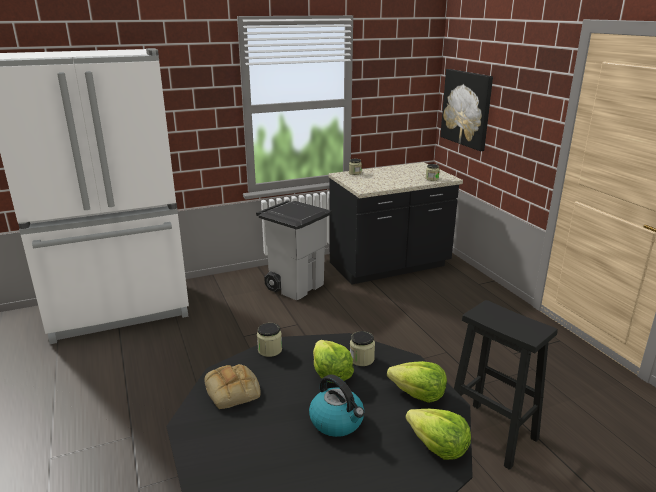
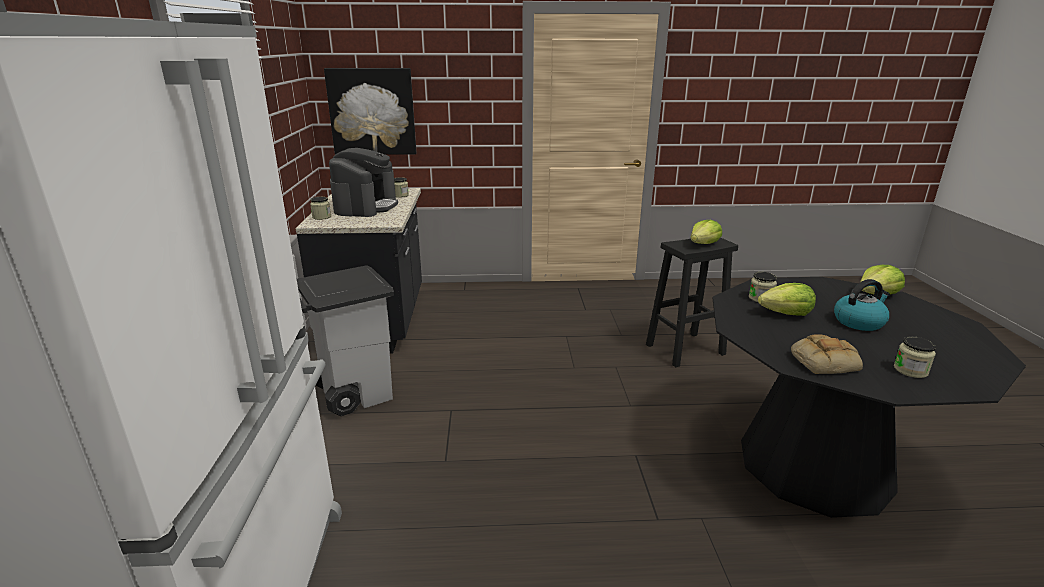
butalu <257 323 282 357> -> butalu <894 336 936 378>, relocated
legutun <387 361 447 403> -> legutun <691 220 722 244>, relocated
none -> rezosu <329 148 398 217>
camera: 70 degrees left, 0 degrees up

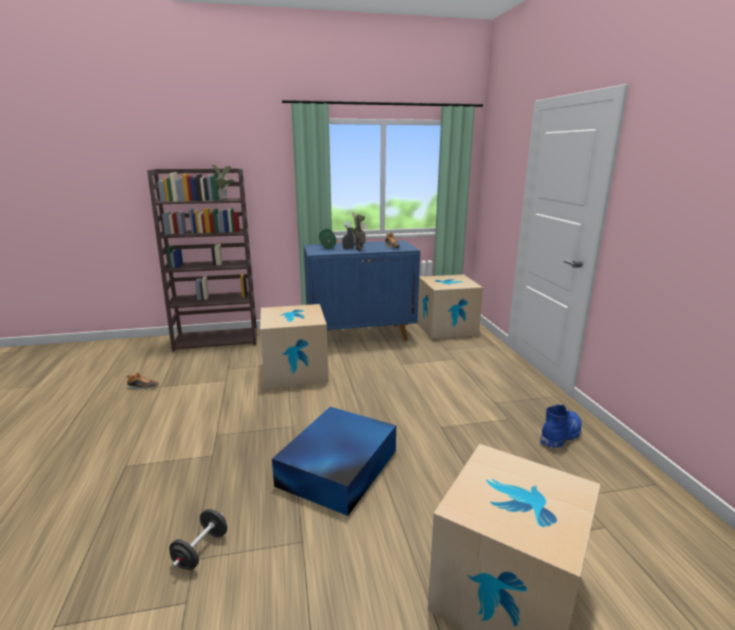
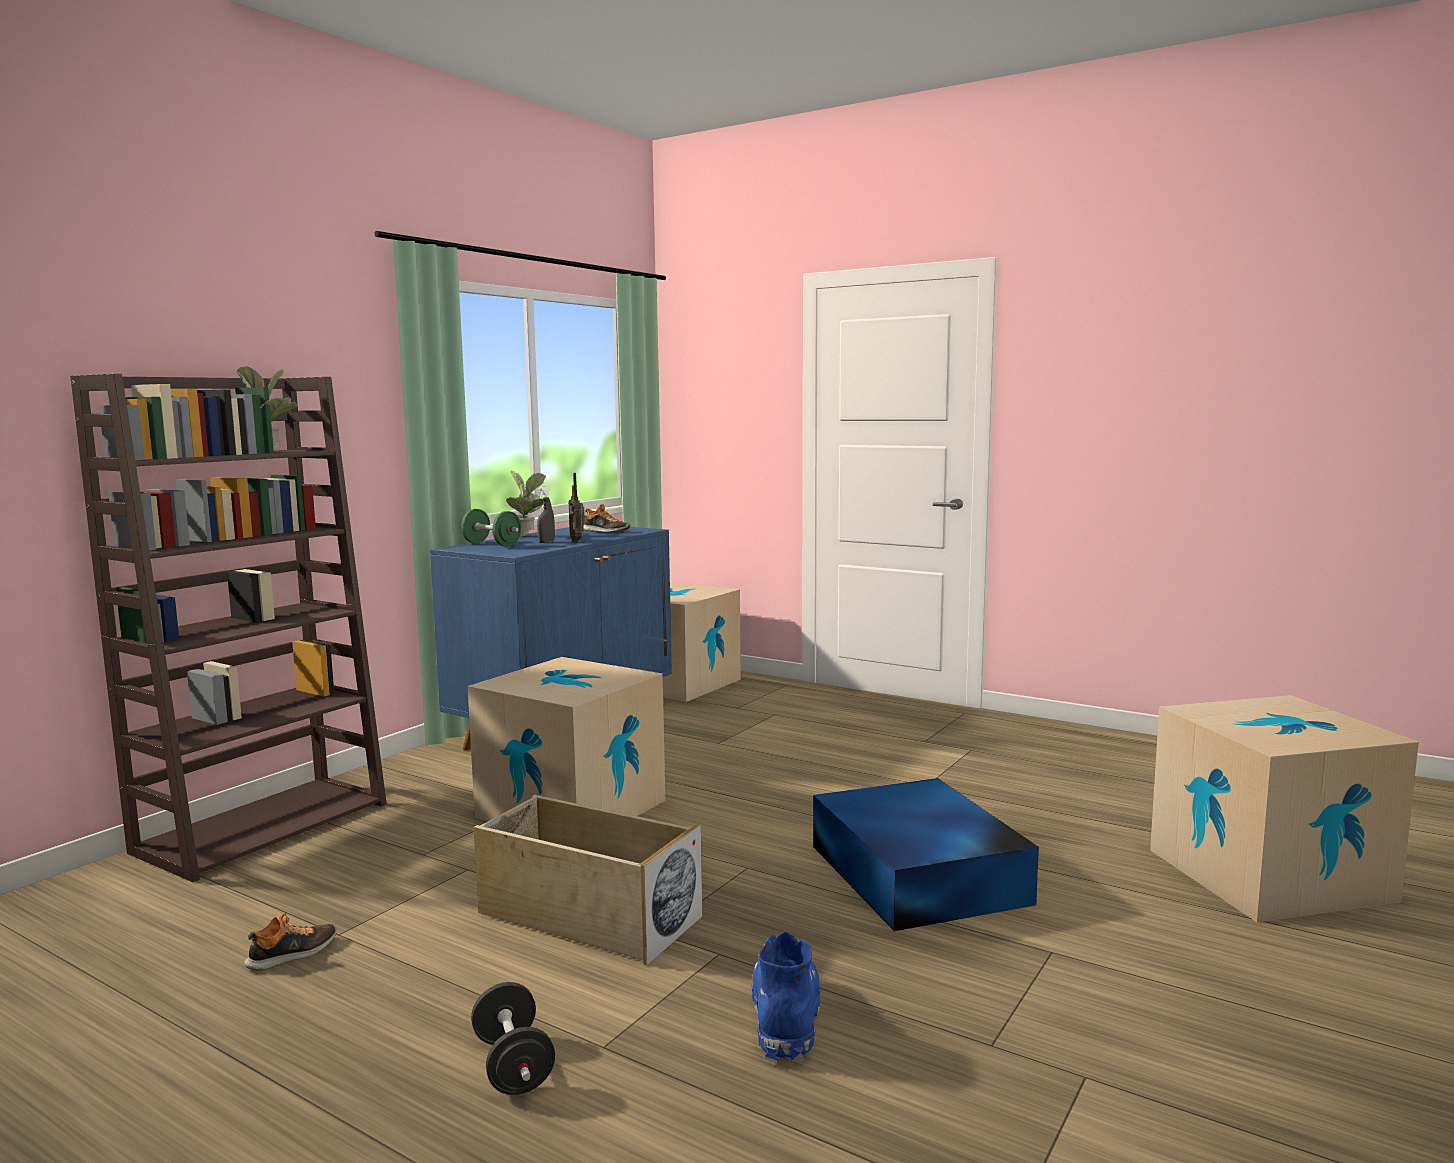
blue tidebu <540 404 582 449> -> blue tidebu <751 932 821 1063>, relocated
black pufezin <169 509 227 570> -> black pufezin <471 982 555 1095>, relocated
none -> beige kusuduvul <474 795 702 966>
camera: 45 degrees left, 10 degrees down

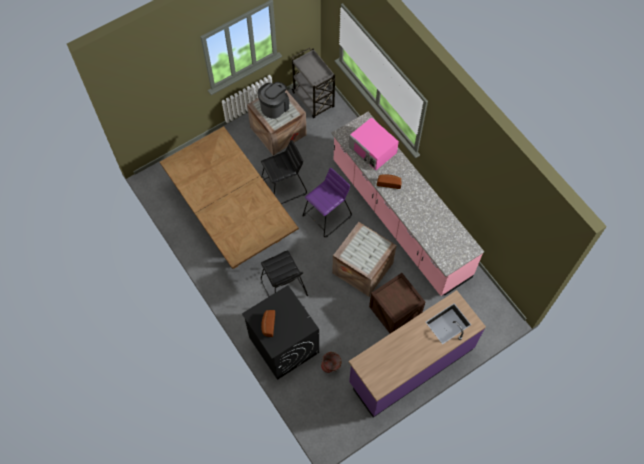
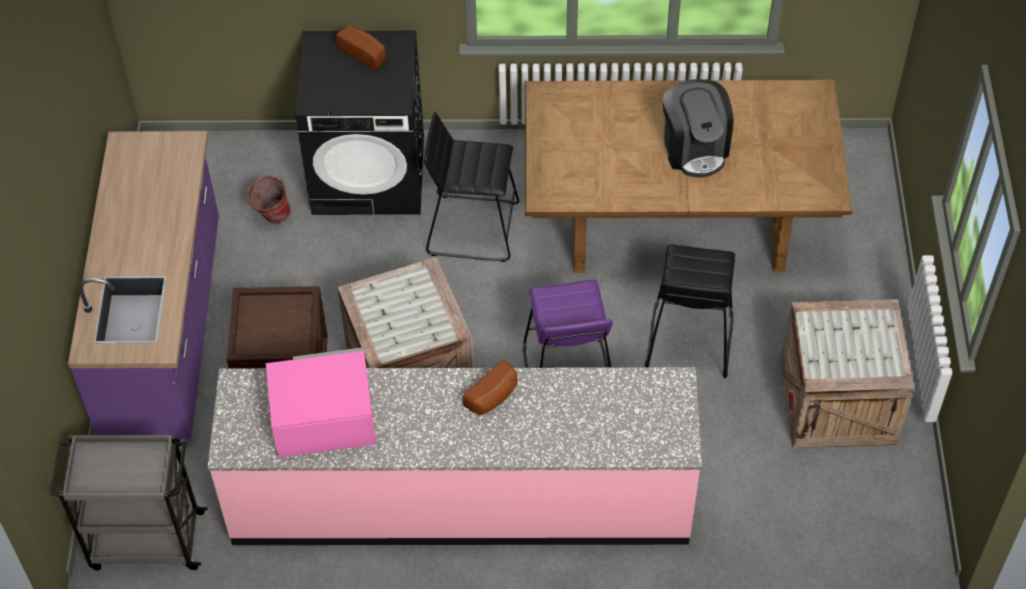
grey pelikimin <291 48 336 118> -> grey pelikimin <50 435 208 570>, relocated
rezosu <258 82 289 119> -> rezosu <663 79 734 177>, relocated
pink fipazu <349 117 399 170> -> pink fipazu <266 347 376 458>, relocated
camera: 125 degrees right, 10 degrees down

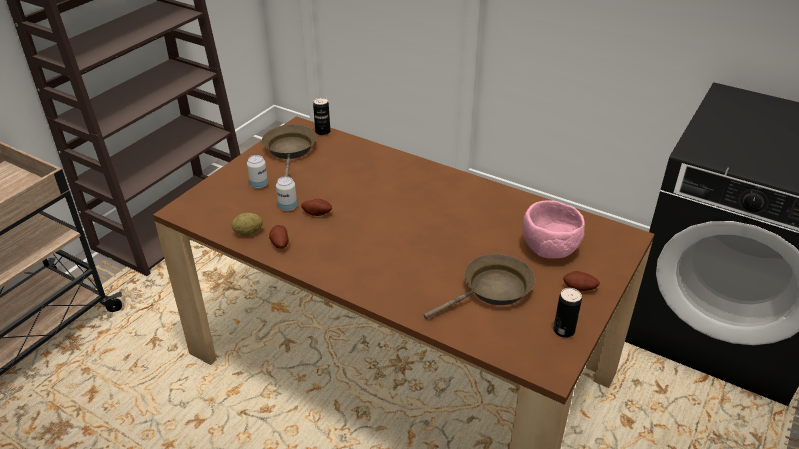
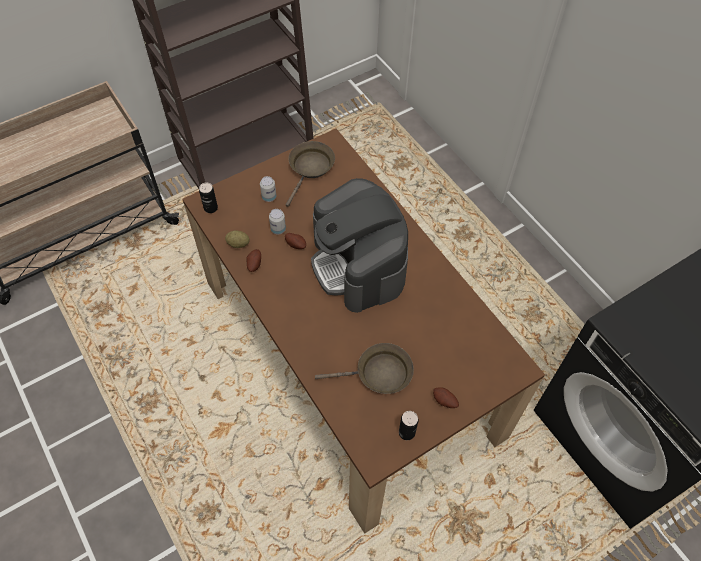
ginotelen <313 98 330 135> -> ginotelen <199 182 218 213>, relocated
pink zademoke <523 200 585 259> -> none
none -> rezosu <311 178 408 313>
camera: 25 degrees right, 20 degrees up

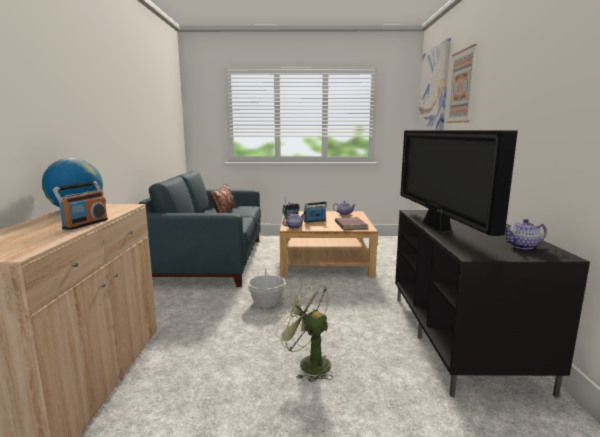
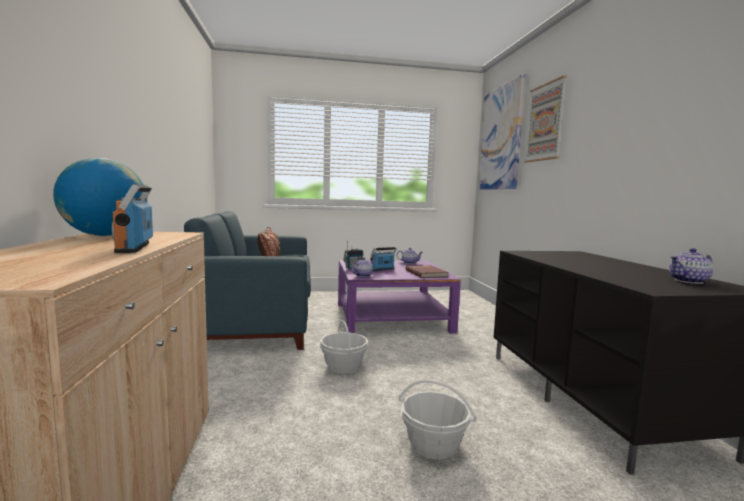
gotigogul <400 130 518 236> -> none
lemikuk <52 181 108 230> -> lemikuk <112 185 153 253>, 150 degrees clockwise
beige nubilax <280 211 378 277> -> purple nubilax <338 260 461 334>
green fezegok <276 282 333 382> -> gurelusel <399 379 477 460>
camera: 10 degrees left, 5 degrees down

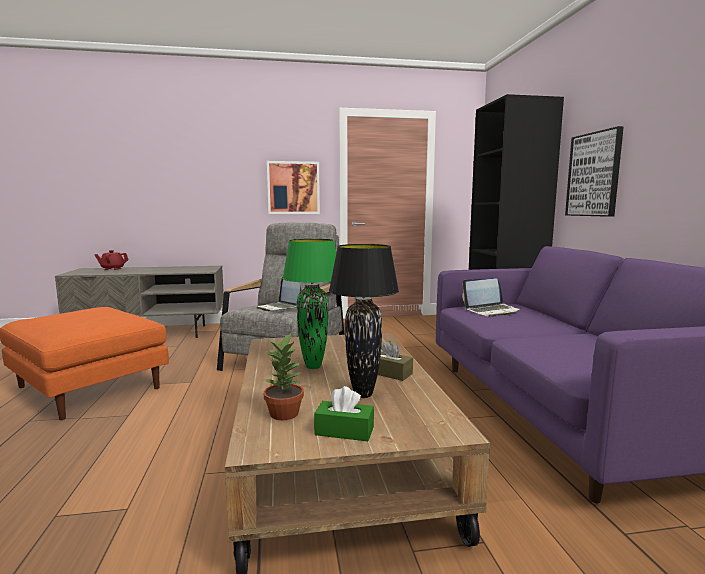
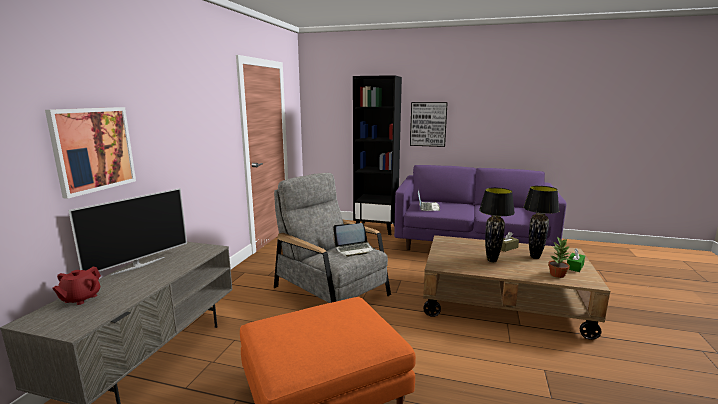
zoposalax <267 161 320 214> -> zoposalax <45 107 136 199>, relocated
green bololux <282 239 336 369> -> black bololux <479 188 515 262>
none -> gotigogul <68 188 187 275>
camera: 65 degrees left, 5 degrees up

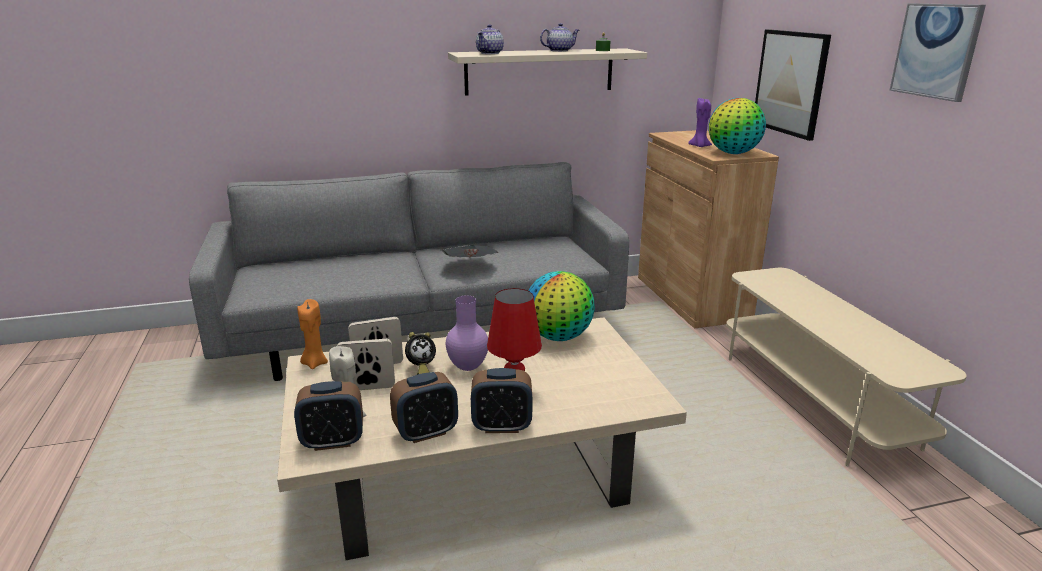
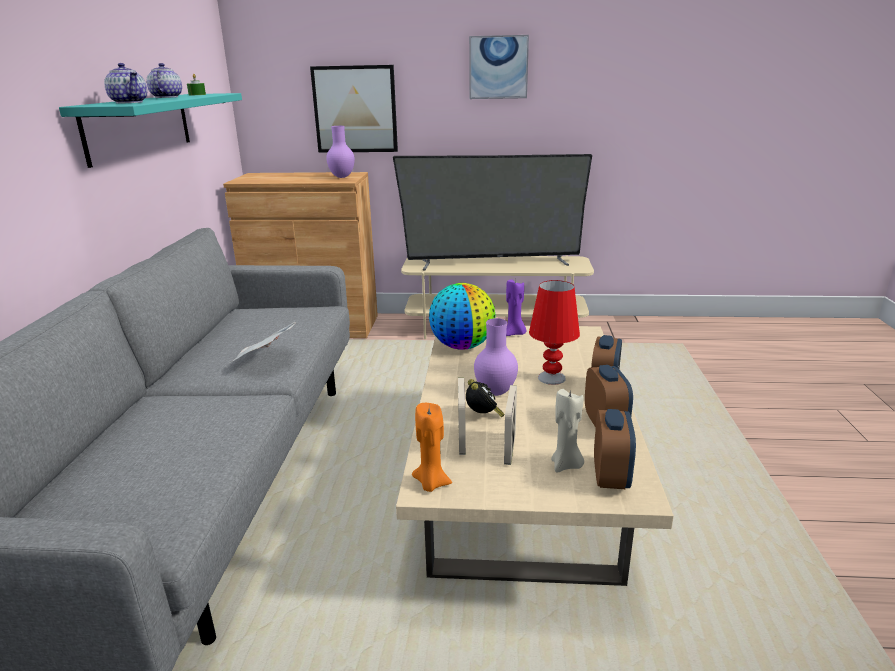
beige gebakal <448 48 647 95> -> turquoise gebakal <59 93 242 168>
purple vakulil <688 98 712 147> -> purple vakulil <506 279 526 336>, relocated
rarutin <709 98 766 154> -> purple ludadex <326 126 355 178>
none -> gotigogul <393 154 592 270>
camera: 70 degrees left, 0 degrees up

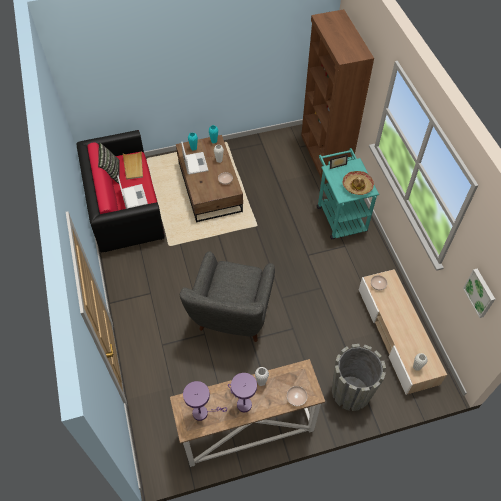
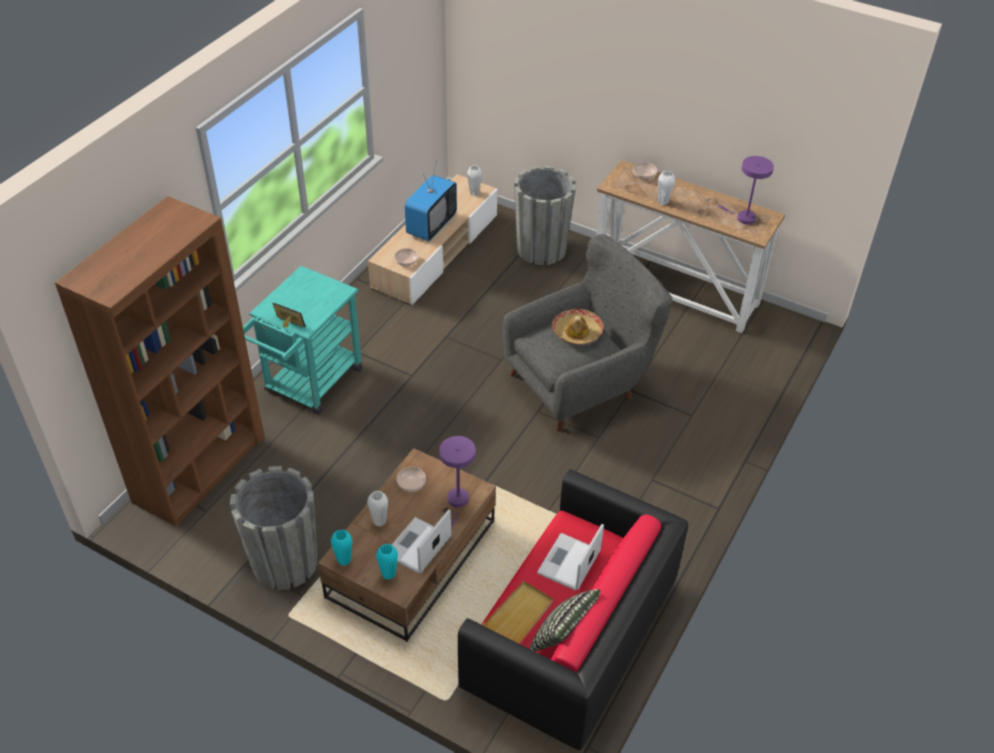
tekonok <342 171 374 195> -> tekonok <552 309 604 345>, relocated
zoposalax <463 269 495 318> -> none
purple bololux <228 373 257 412> -> purple bololux <439 436 476 529>, relocated
none -> gotigogul <405 164 457 241>
none -> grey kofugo <230 466 317 590>
camera: 135 degrees left, 10 degrees down

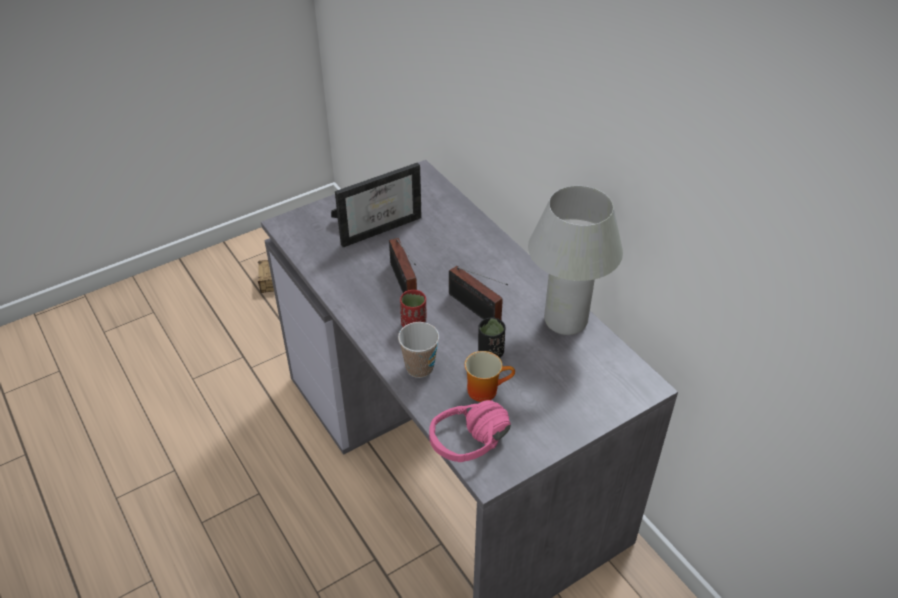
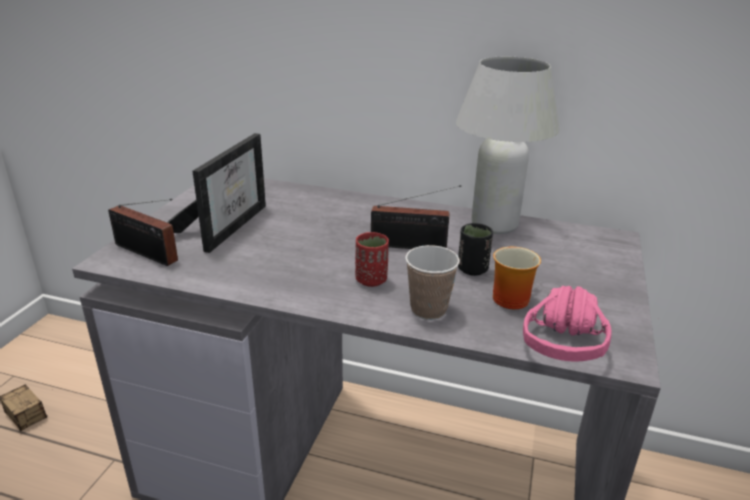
lemikuk <389 238 417 293> -> lemikuk <108 199 178 266>, relocated
camera: 40 degrees left, 15 degrees down

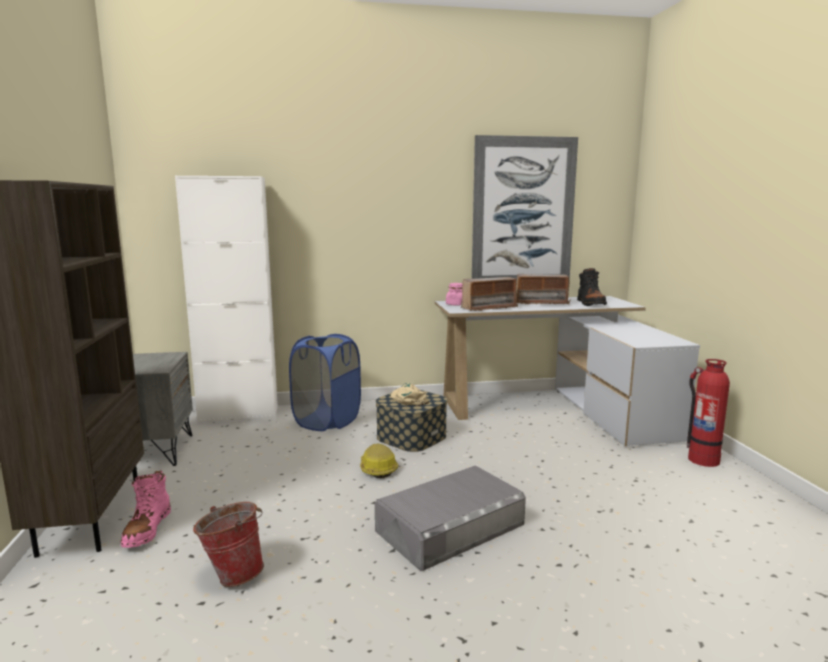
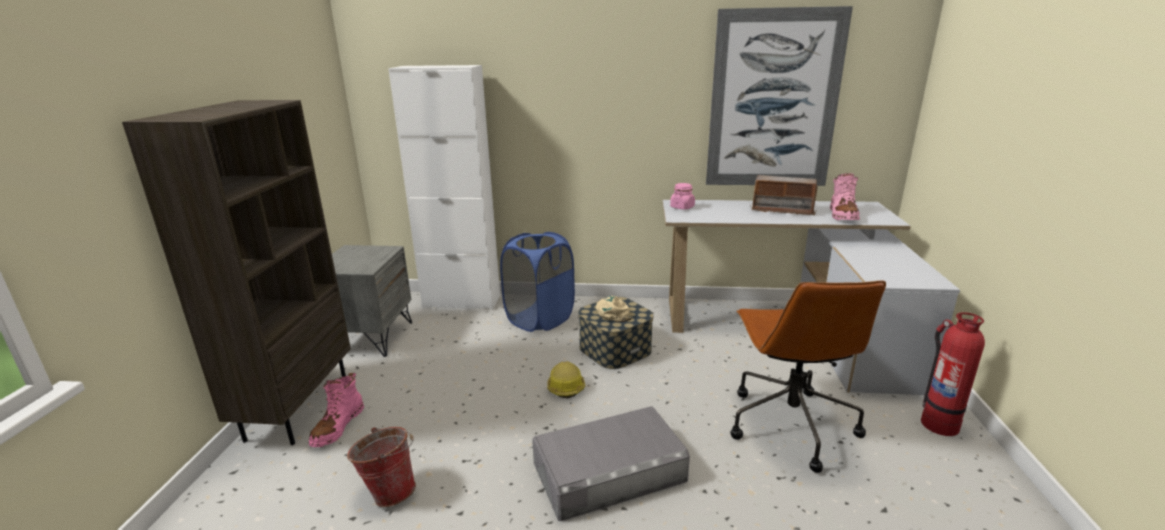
black tidebu <577 268 607 306> -> pink tidebu <830 173 860 220>
lemikuk <461 277 518 311> -> none
none -> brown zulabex <730 280 886 473>
camera: 15 degrees right, 10 degrees up

